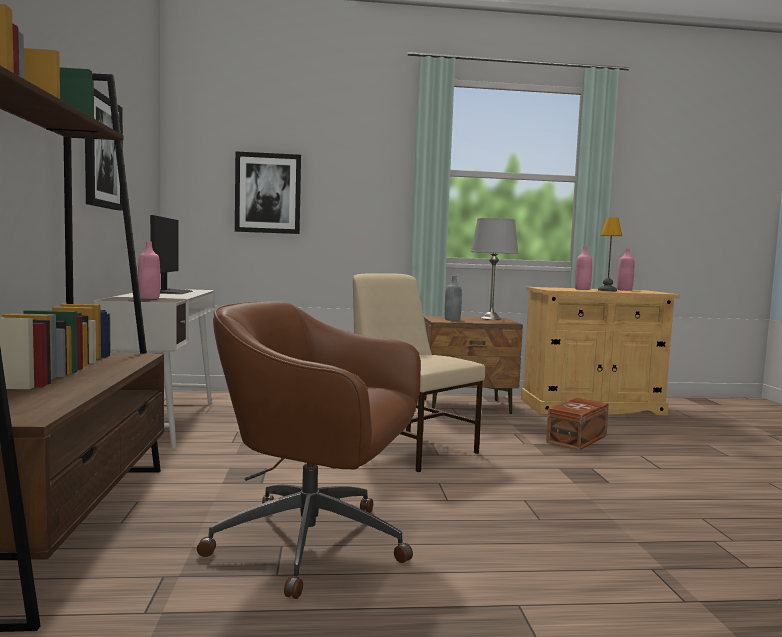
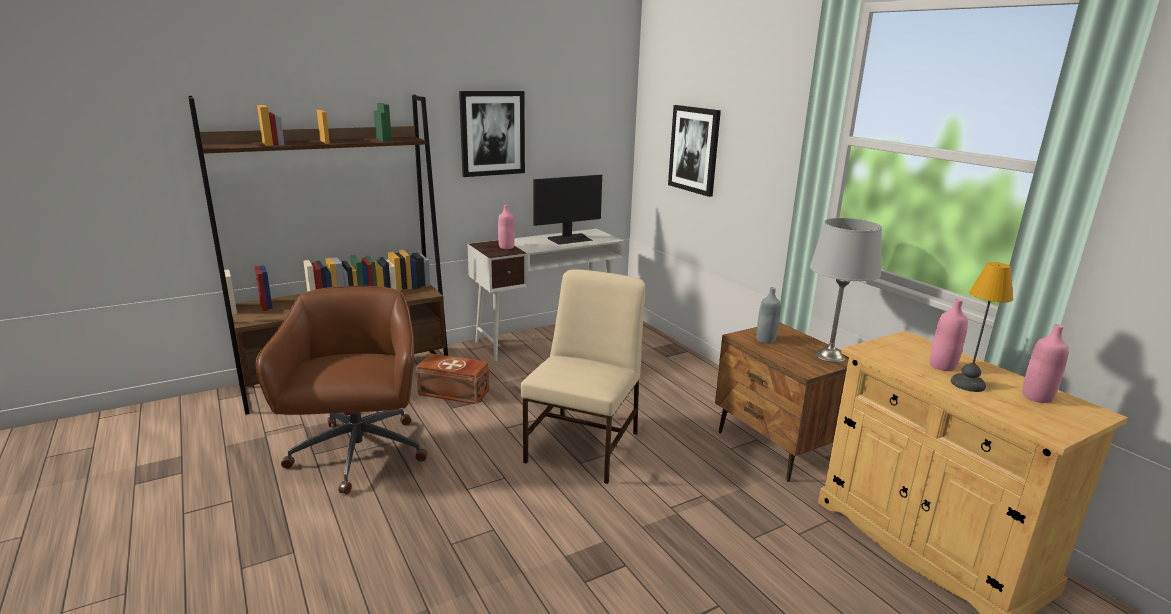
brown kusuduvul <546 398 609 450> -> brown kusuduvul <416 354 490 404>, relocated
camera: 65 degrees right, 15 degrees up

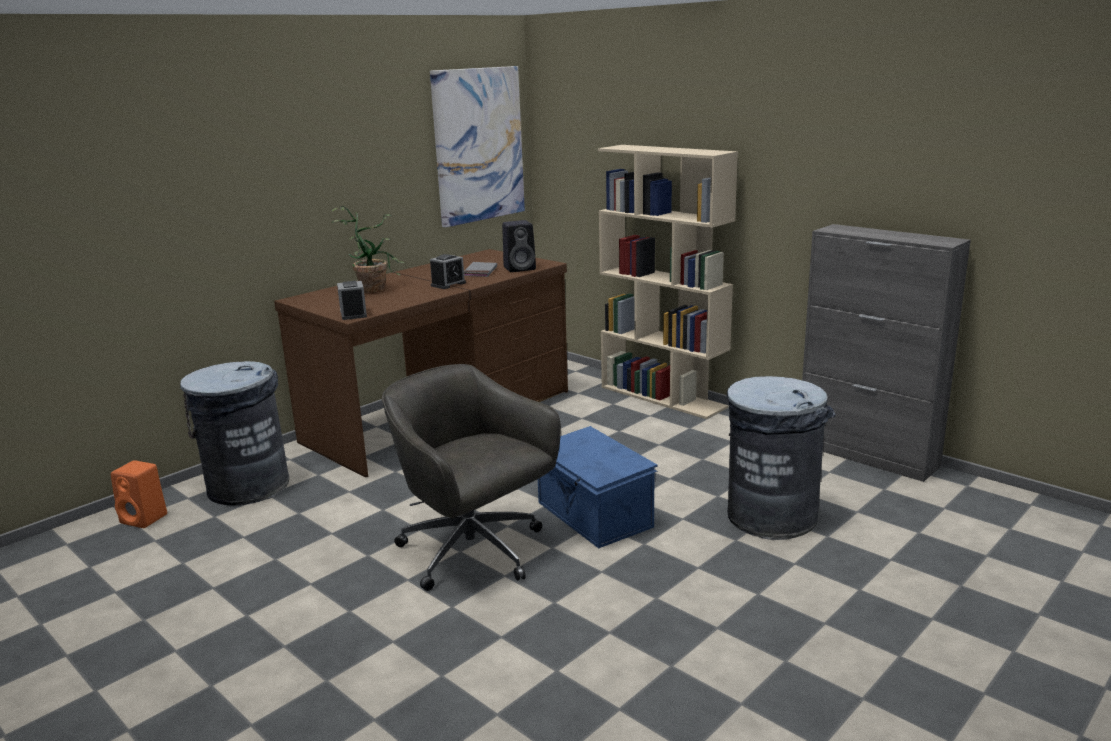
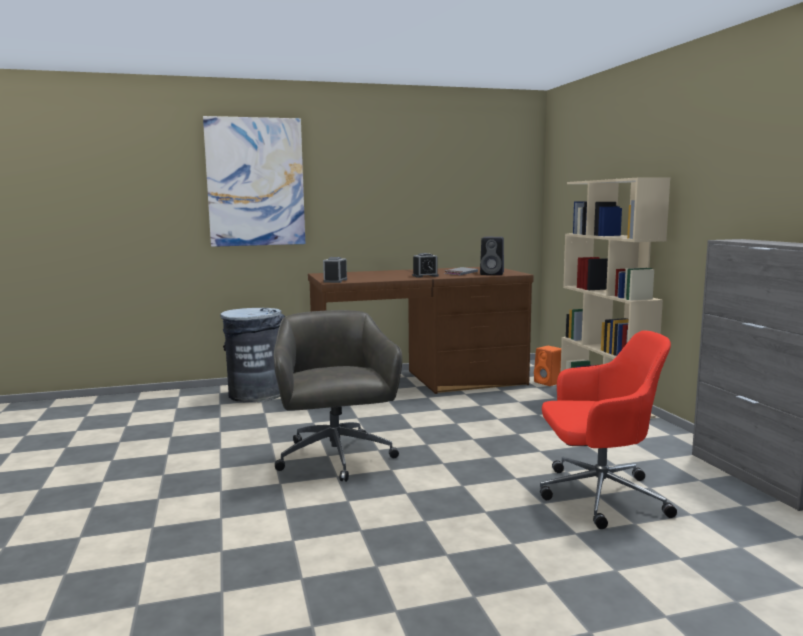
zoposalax <430 66 525 228> -> zoposalax <203 116 305 247>, relocated
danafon <332 206 405 293> -> none
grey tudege <727 376 836 540> -> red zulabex <540 330 677 529>
blue kusuduvul <538 426 658 548> -> none
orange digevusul <111 460 167 528> -> orange digevusul <534 346 561 386>, relocated
camera: 30 degrees right, 10 degrees down

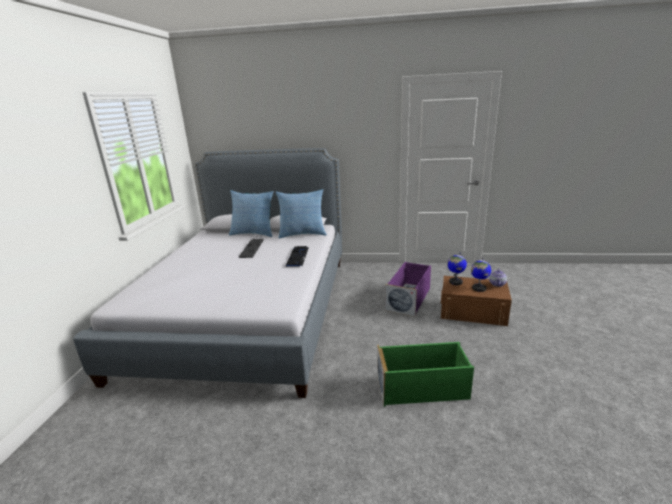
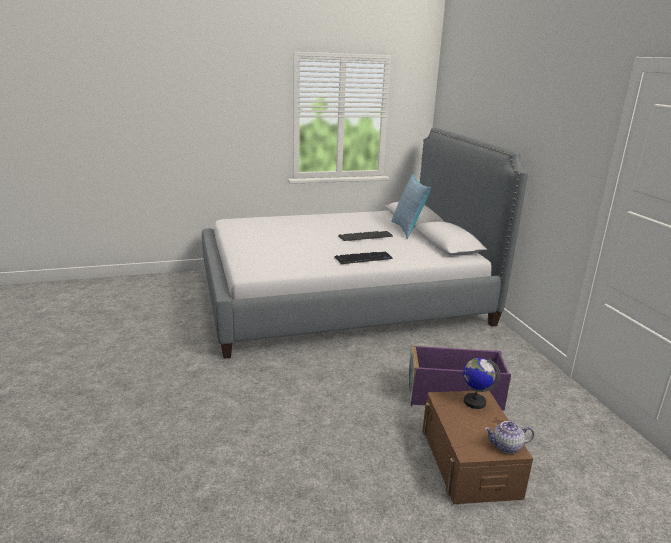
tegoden <276 189 327 238> -> none
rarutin <471 258 491 292> -> none
green kusuduvul <377 342 474 407> -> none
camera: 65 degrees right, 0 degrees up

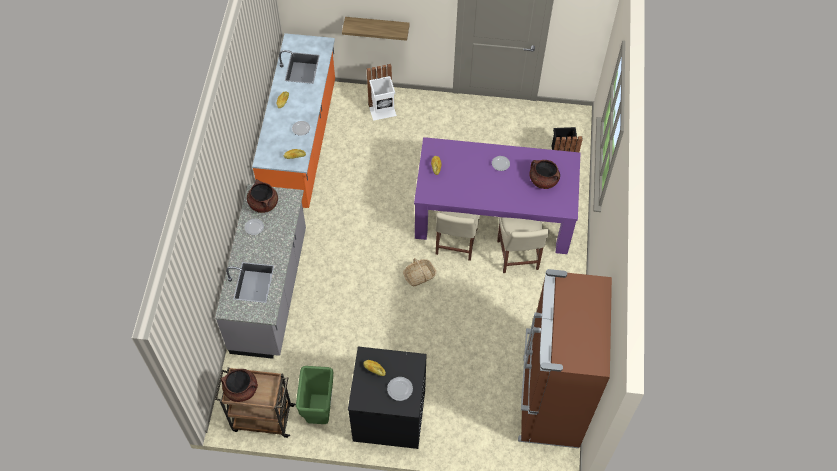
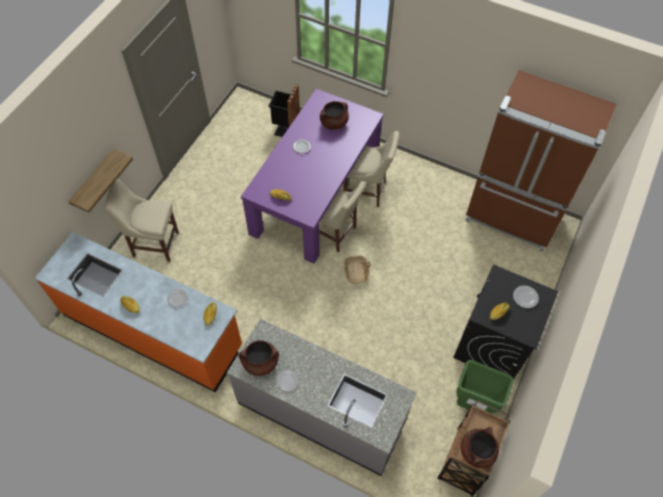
white tudege <367 64 397 121> -> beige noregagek <104 178 179 262>
camera: 70 degrees left, 0 degrees up

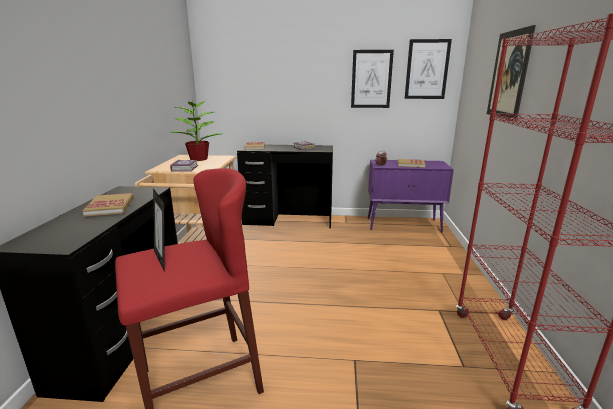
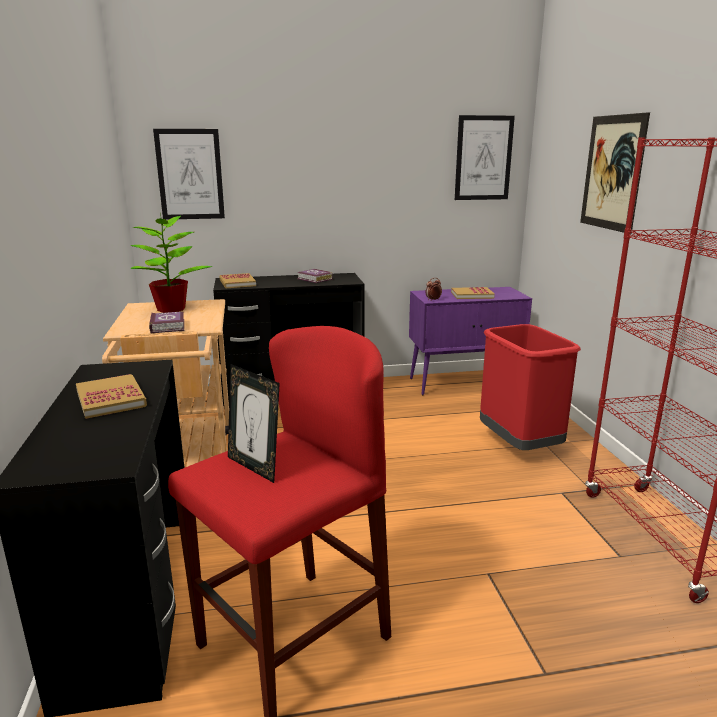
zoposalax <351 50 394 108> -> zoposalax <153 129 225 220>, relocated
none -> red tudege <480 324 581 450>
camera: 15 degrees left, 0 degrees up

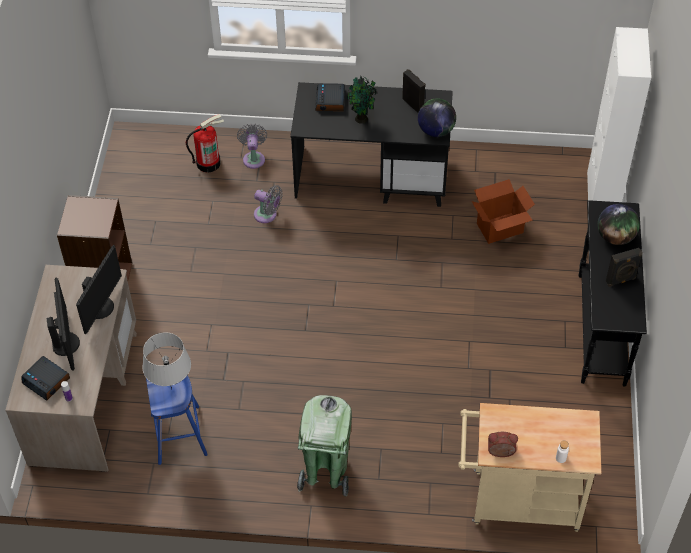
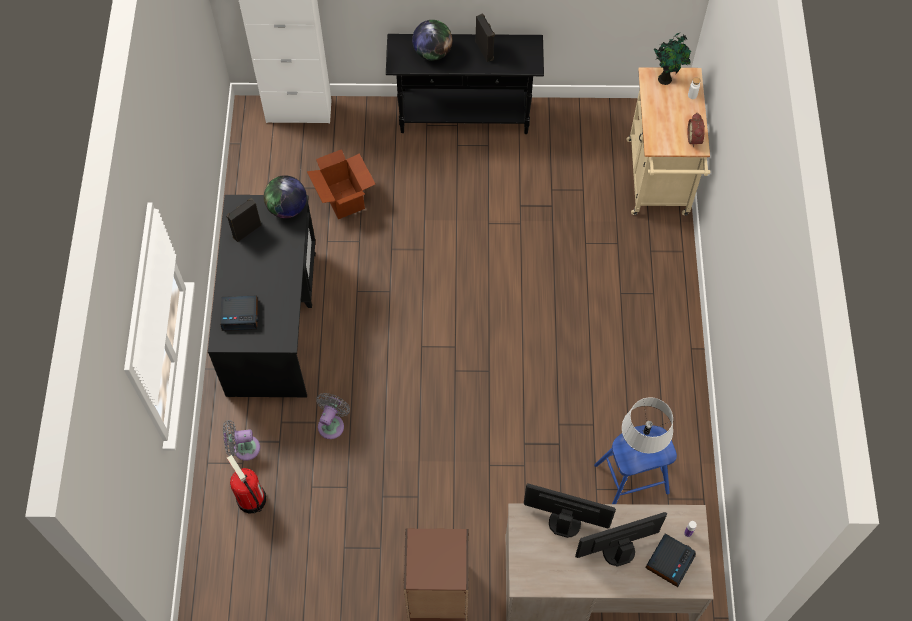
danafon <347 76 378 124> -> danafon <654 32 691 85>, relocated
green tudege <297 395 352 497> -> none
camera: 95 degrees left, 10 degrees up

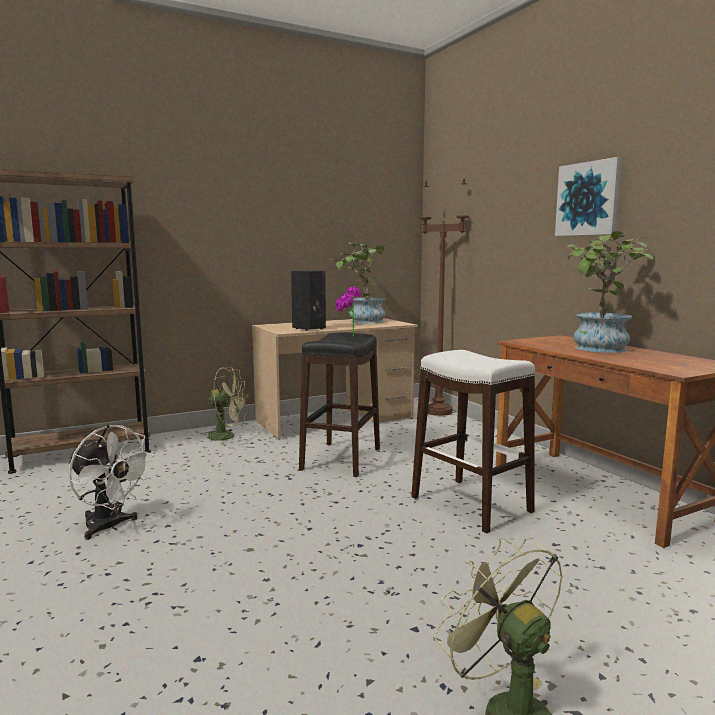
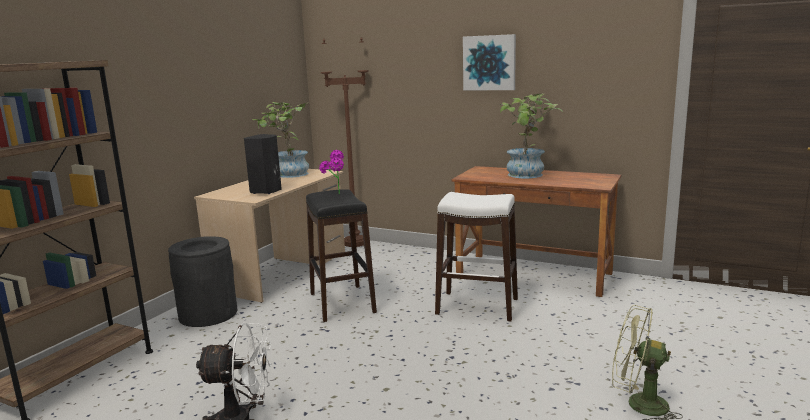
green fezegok <203 367 249 444> -> black tudege <168 236 237 327>
camera: 35 degrees left, 5 degrees up

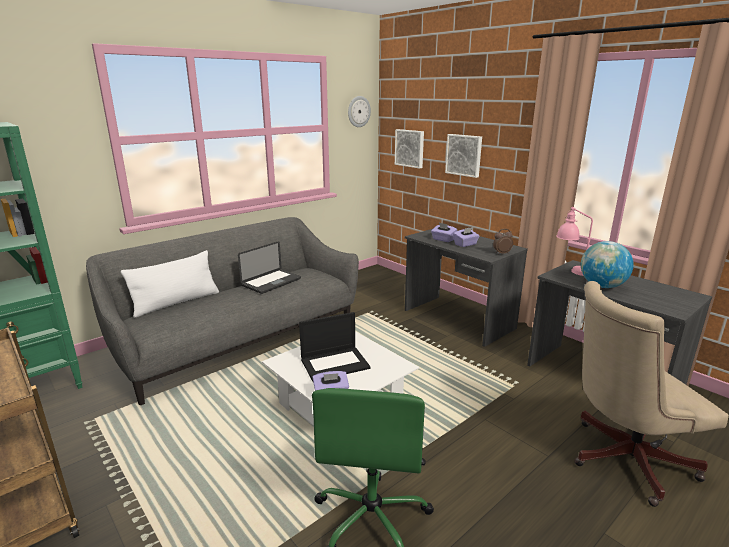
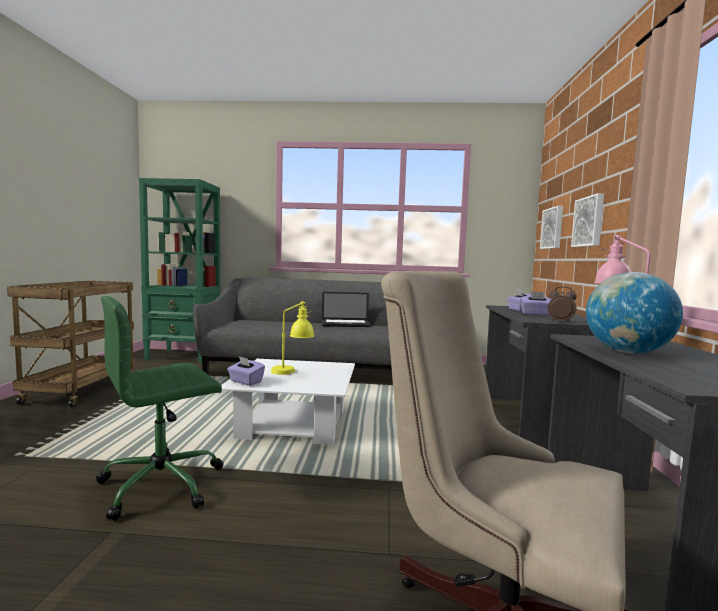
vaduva <348 96 371 127> -> none
white tegoden <121 250 219 318> -> none
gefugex <299 312 371 382> -> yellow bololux <271 301 314 375>
camera: 45 degrees right, 15 degrees down

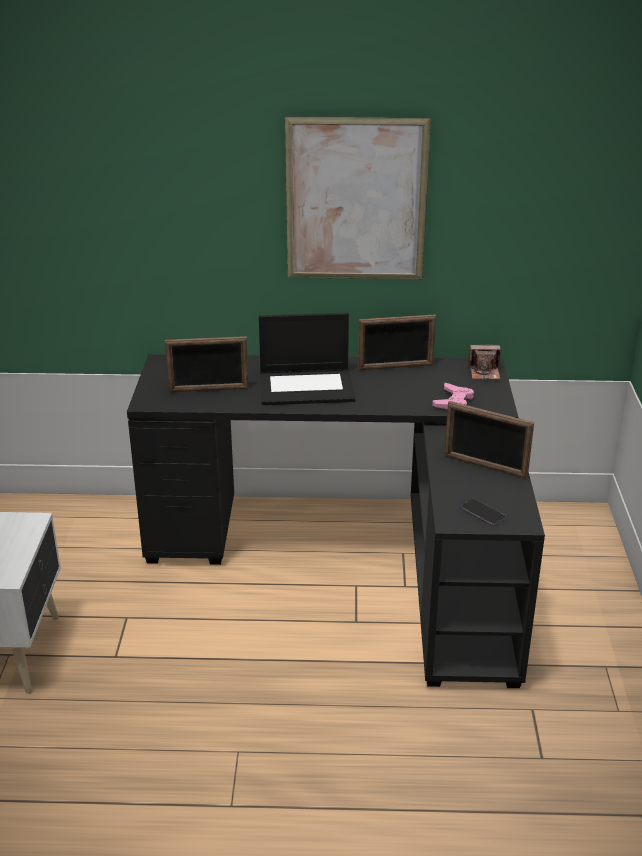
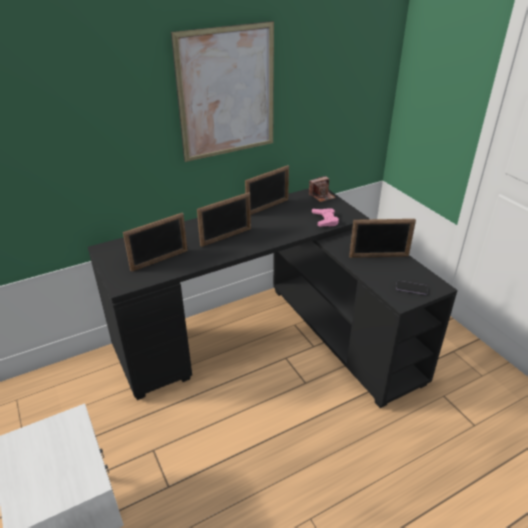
gefugex <259 313 355 405> -> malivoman <197 192 251 247>
camera: 30 degrees left, 5 degrees up

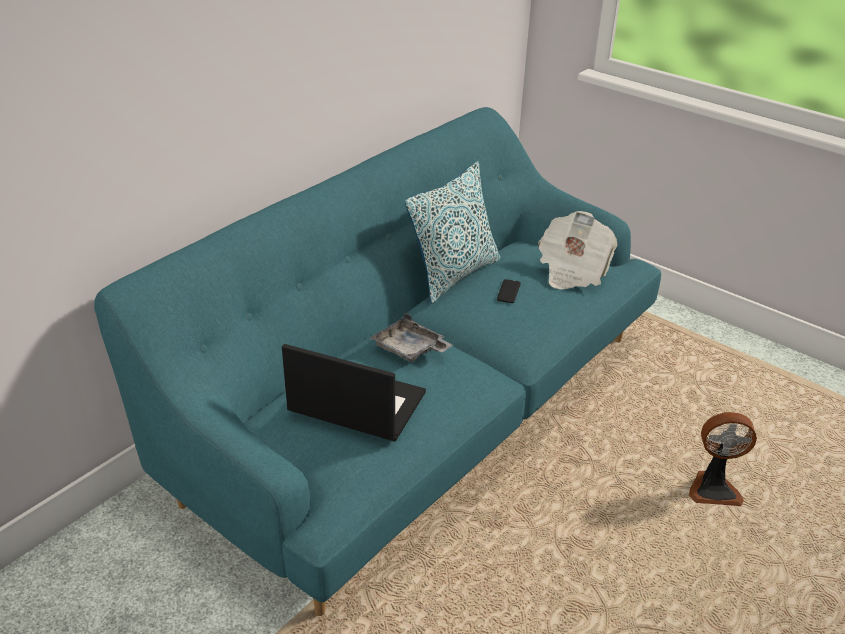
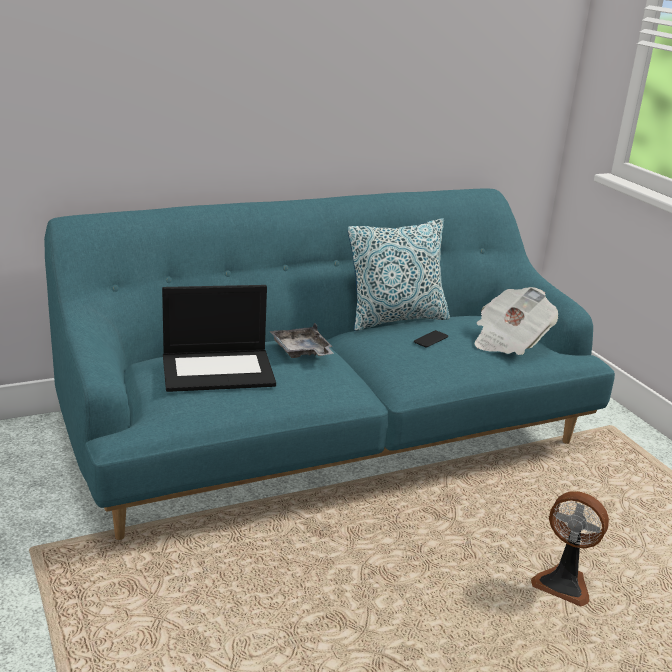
gefugex <282 344 426 441> -> gefugex <162 285 276 392>, 120 degrees clockwise
camera: 25 degrees right, 10 degrees down

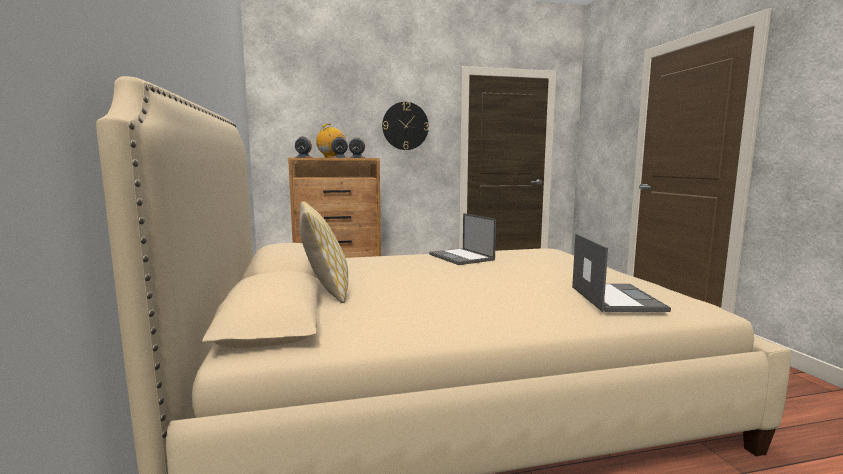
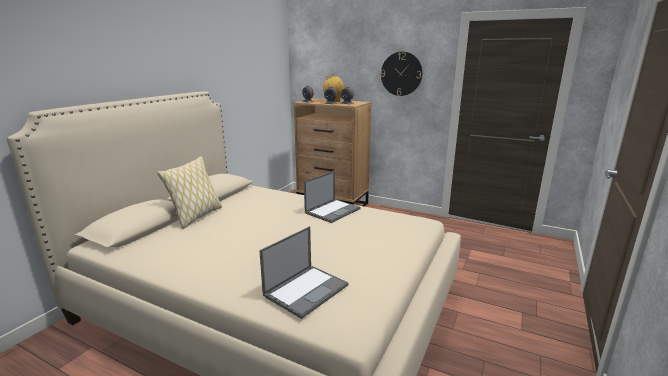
gefugex <429 213 496 265> -> gefugex <304 171 361 223>, 150 degrees counterclockwise
camera: 40 degrees right, 10 degrees up

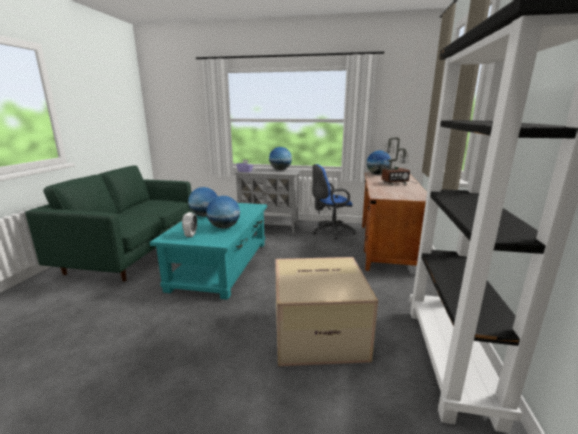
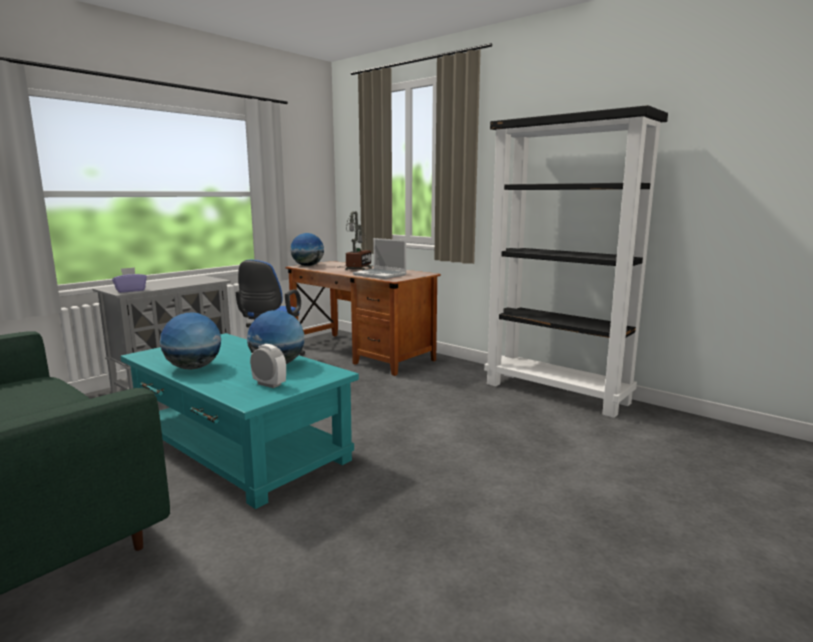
rarutin <269 147 292 170> -> none
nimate <275 257 378 366> -> none
none -> gefugex <353 238 407 279>
camera: 60 degrees left, 5 degrees down

